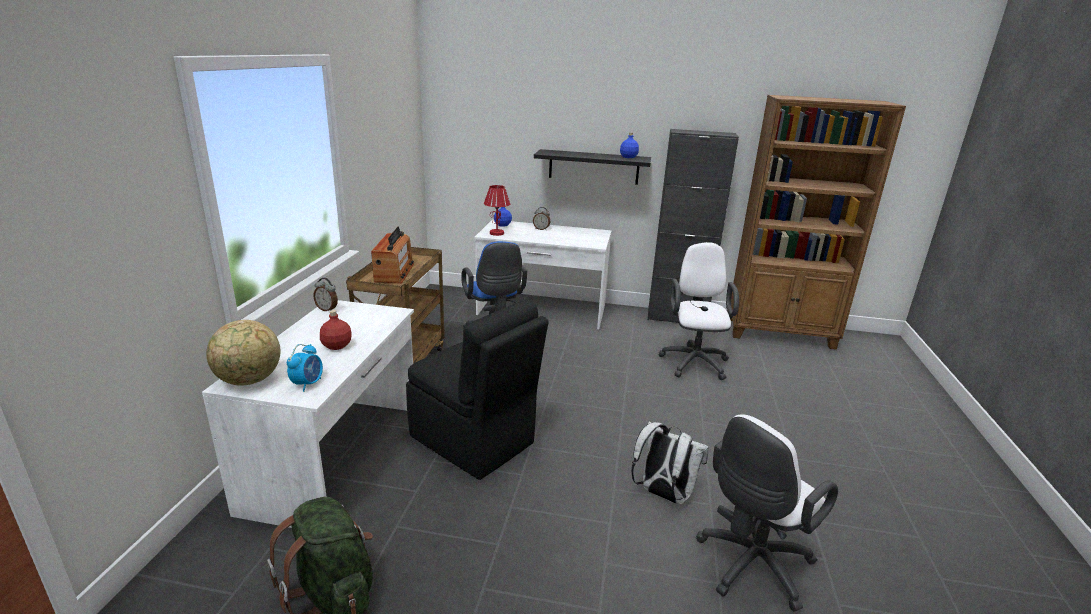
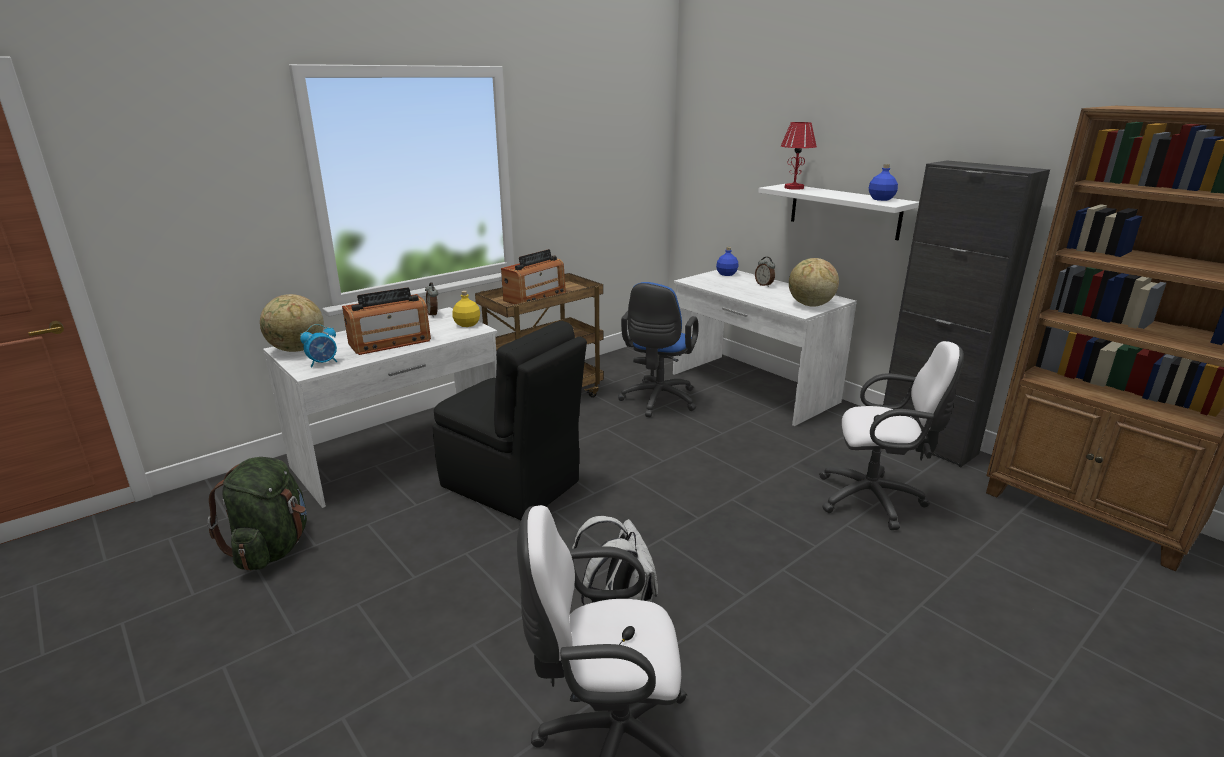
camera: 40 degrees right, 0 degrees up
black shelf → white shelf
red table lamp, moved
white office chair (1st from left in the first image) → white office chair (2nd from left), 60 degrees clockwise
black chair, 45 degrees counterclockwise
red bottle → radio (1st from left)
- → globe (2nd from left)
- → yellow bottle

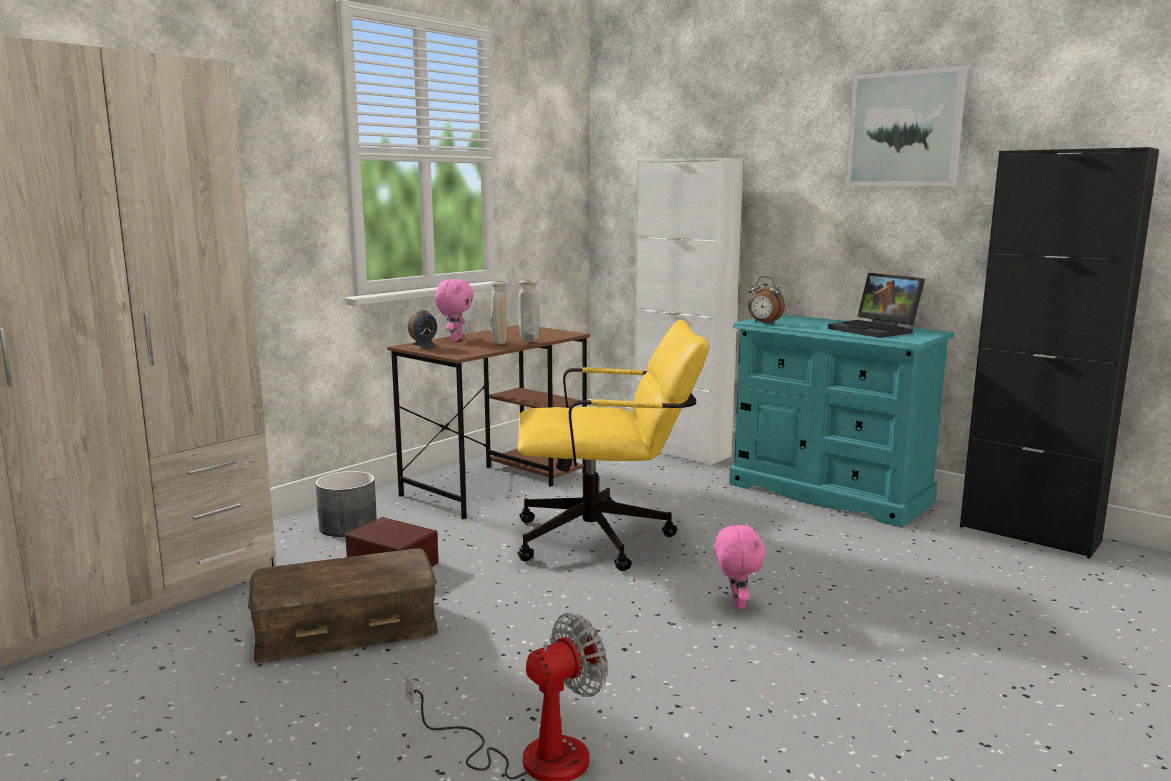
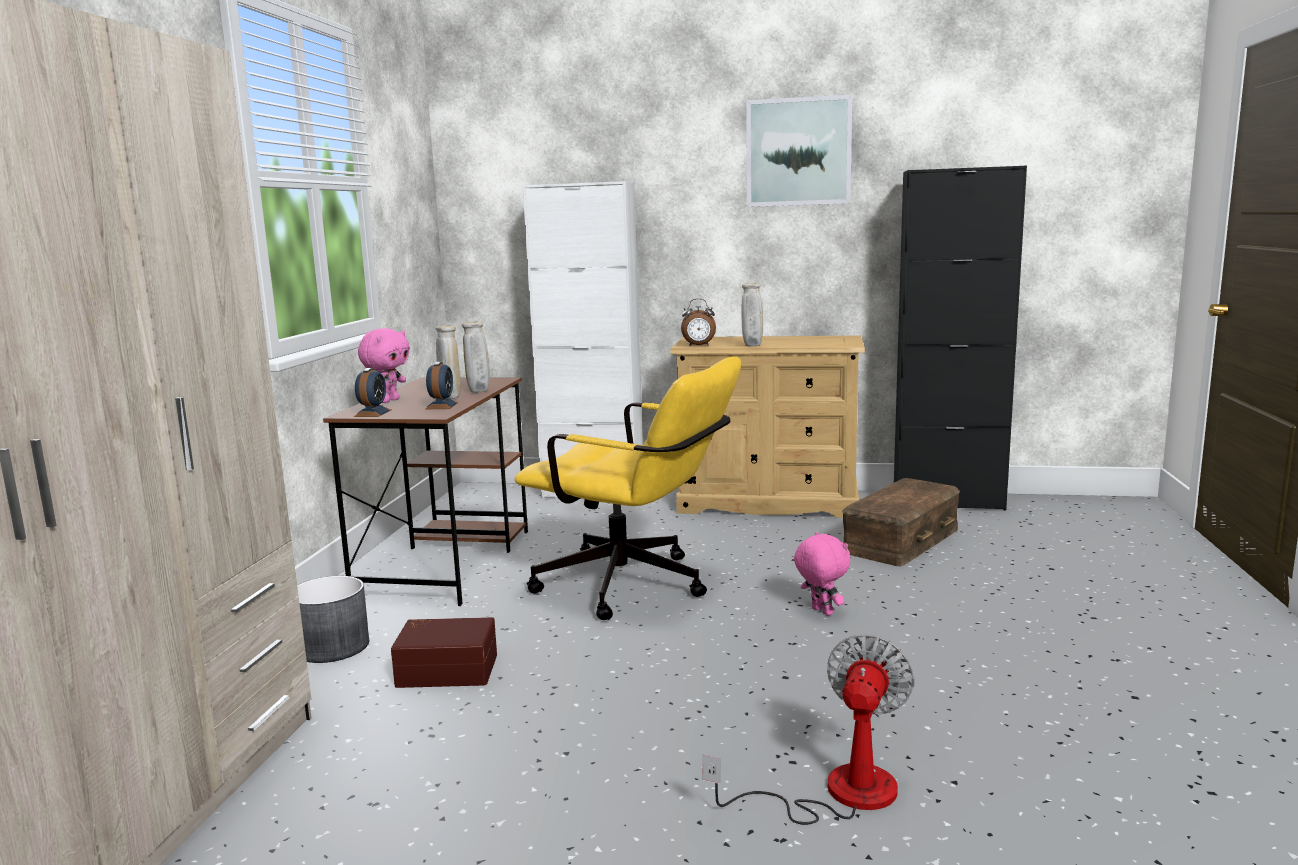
camera: 30 degrees left, 0 degrees up
laptop → -
pink plush toy (1st from left), 45 degrees clockwise
turquoise dresser → beige dresser
yellow office chair, 60 degrees clockwise
brown storage box (1st from left in the first image) → brown storage box (2nd from left), moved
- → beige vase (3rd from left)
- → alarm clock (2nd from left)

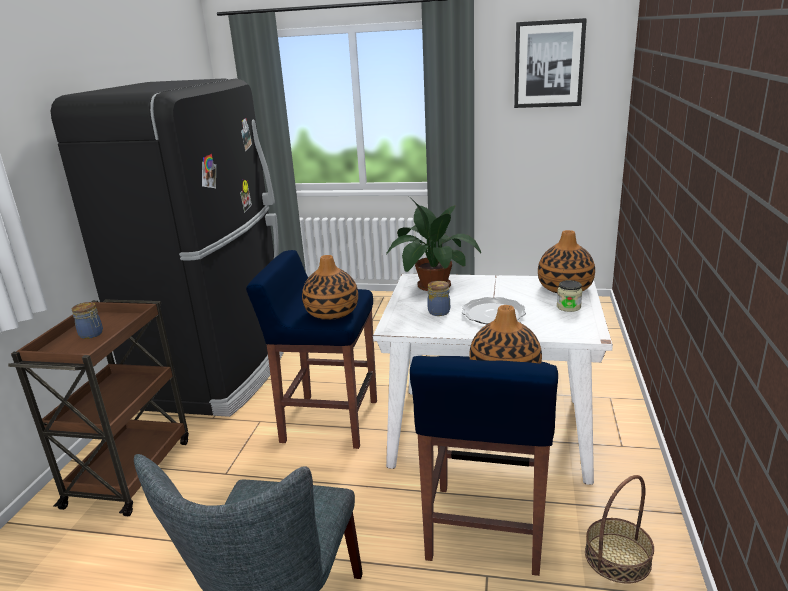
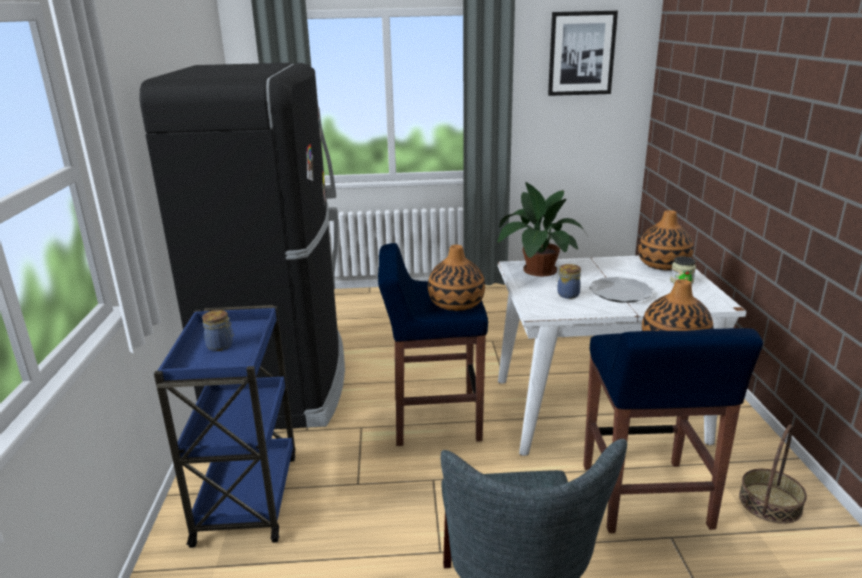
camera: 15 degrees left, 0 degrees up
brown cart → blue cart

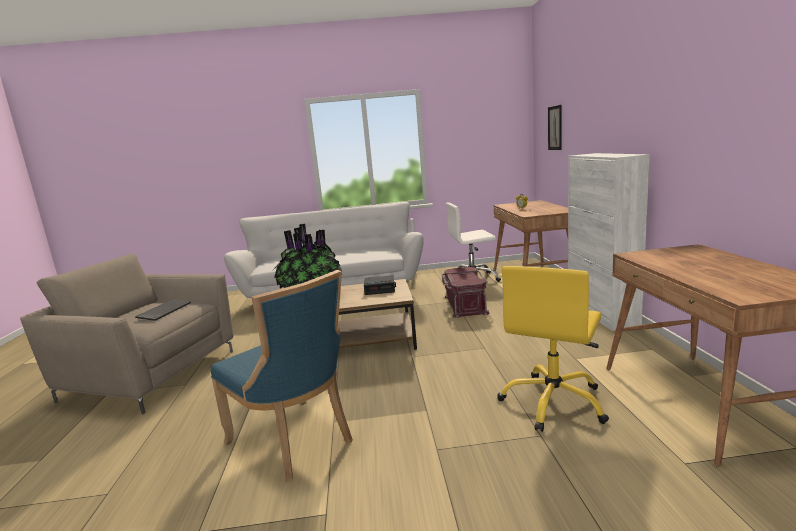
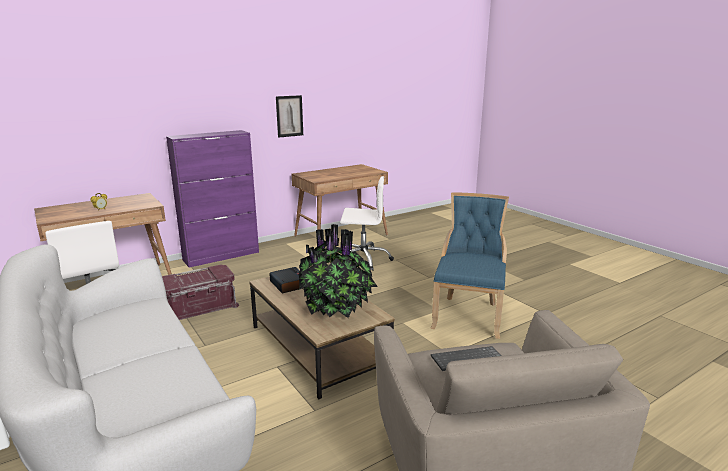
camera: 120 degrees left, 5 degrees up
picture, moved
white cabinet → purple cabinet
yellow office chair → white office chair (2nd from left)

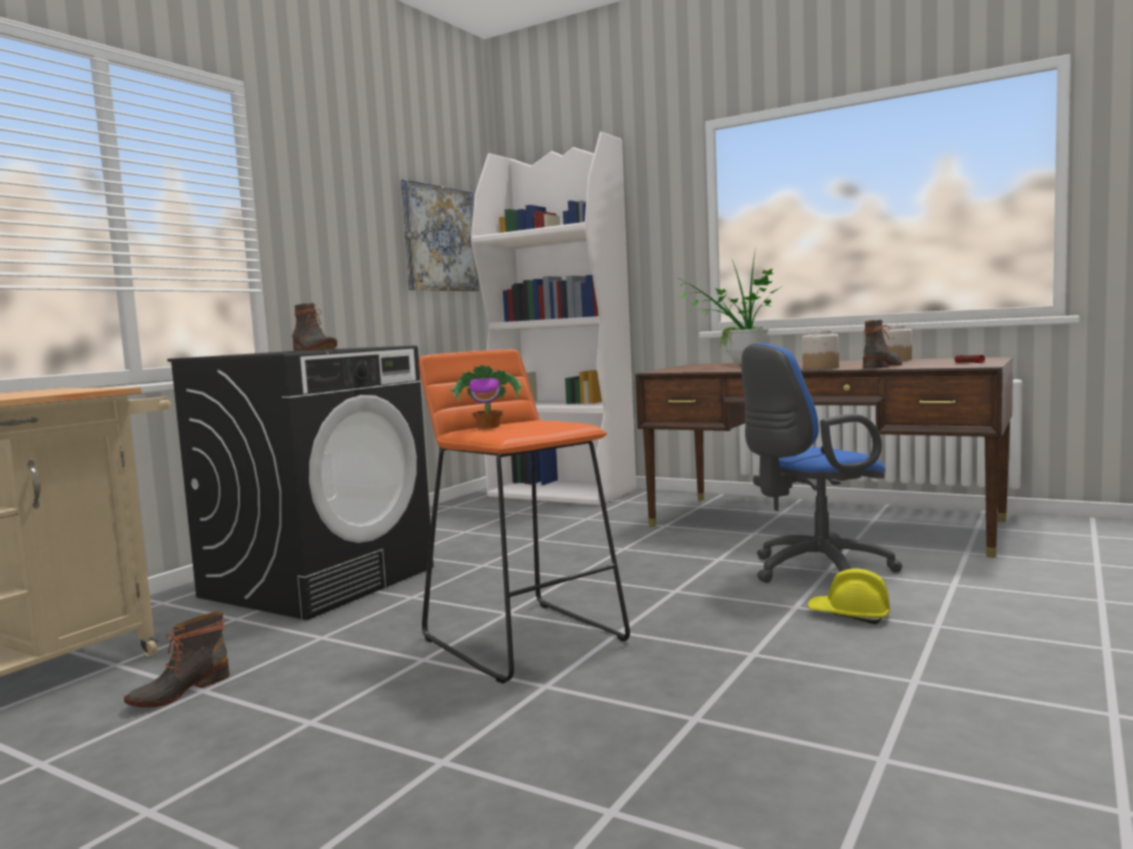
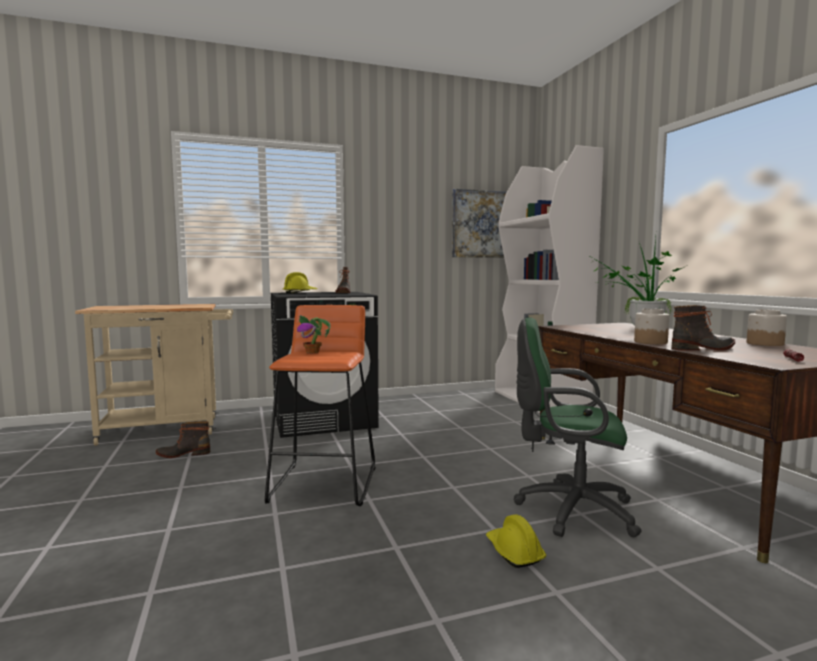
camera: 40 degrees right, 0 degrees up
blue office chair → green office chair
- → yellow hard hat (1st from left)

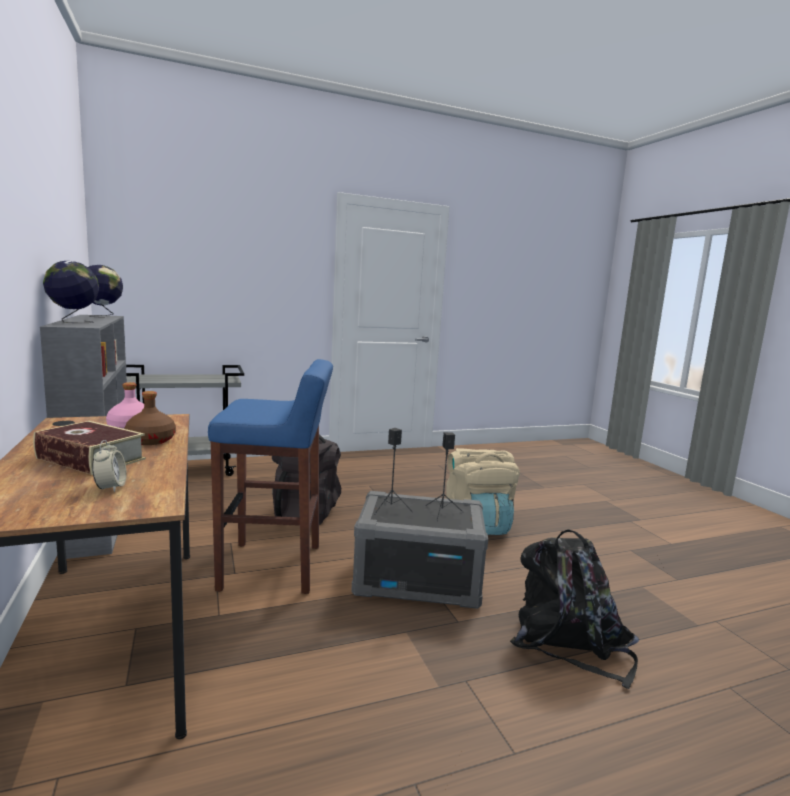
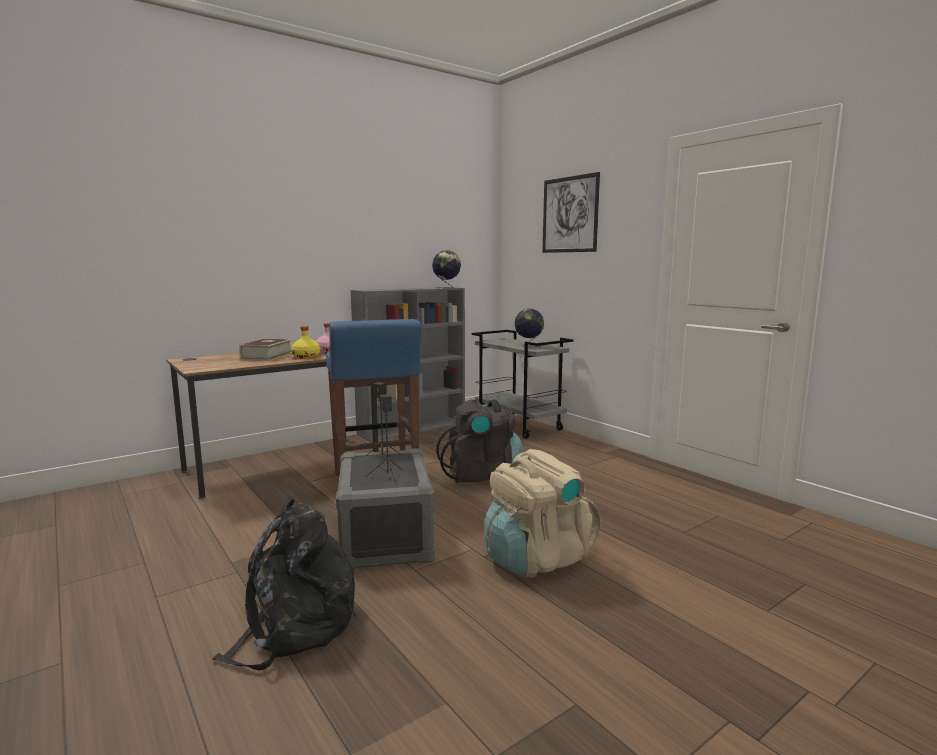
camera: 75 degrees right, 0 degrees up
globe (1st from left in the first image) → globe (2nd from left), moved
brown bottle → yellow bottle
alarm clock → -
- → picture

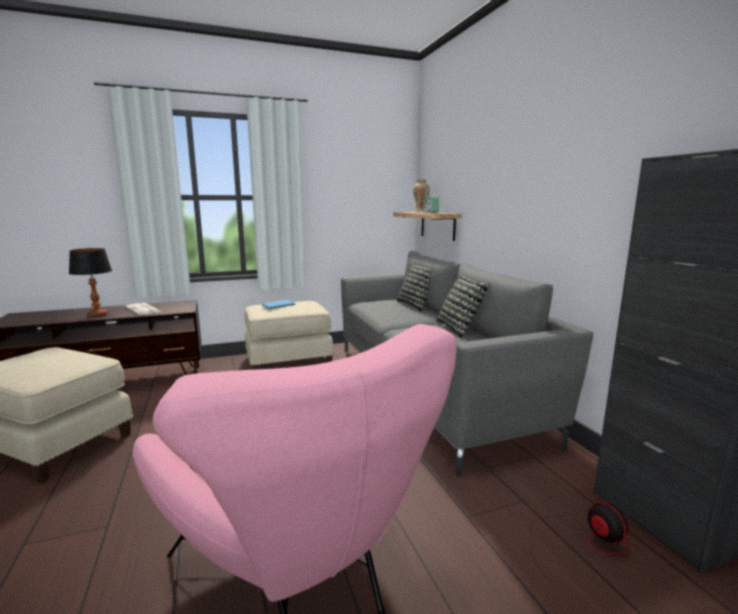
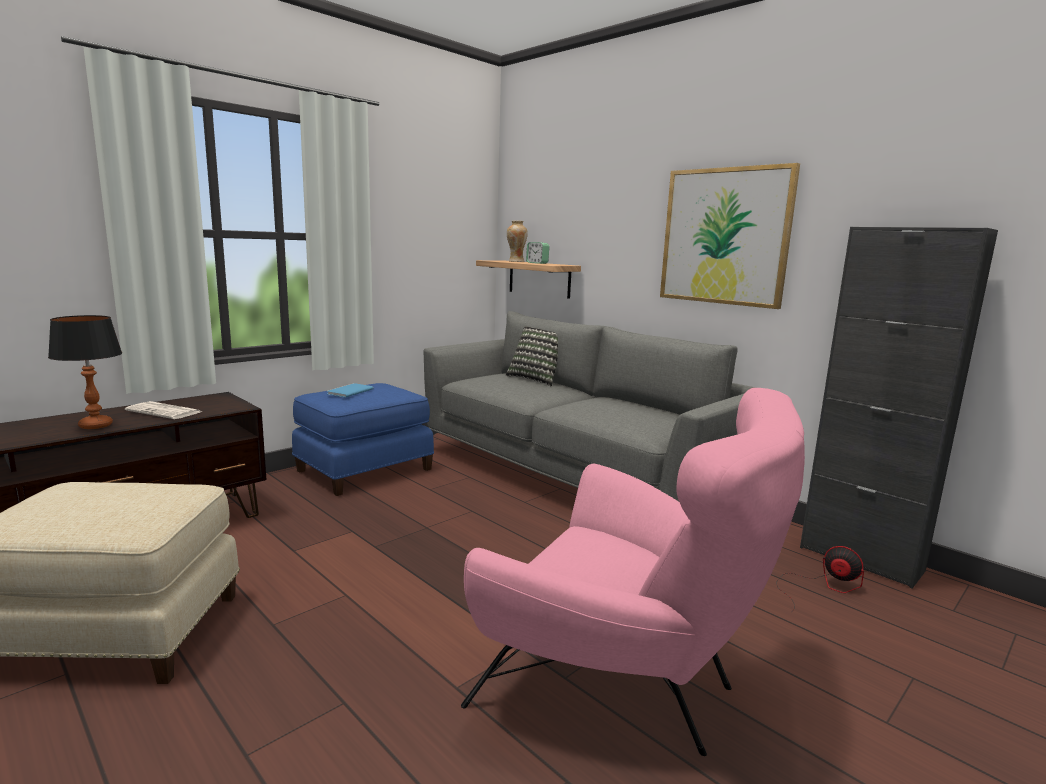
camera: 25 degrees left, 0 degrees up
pillow (2nd from left) → -
beige ottoman (2nd from left) → blue ottoman
- → picture

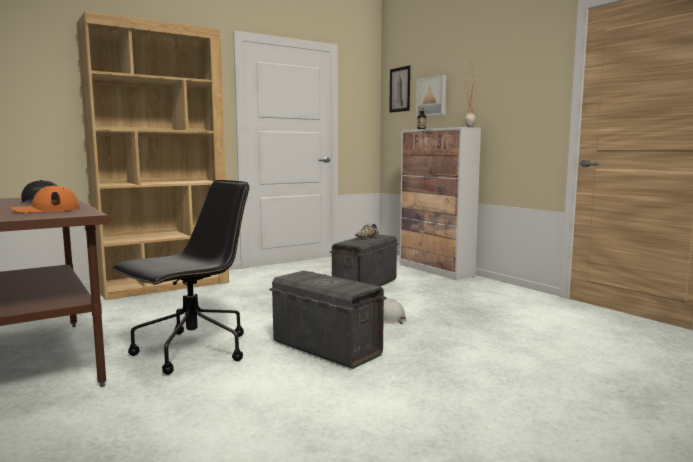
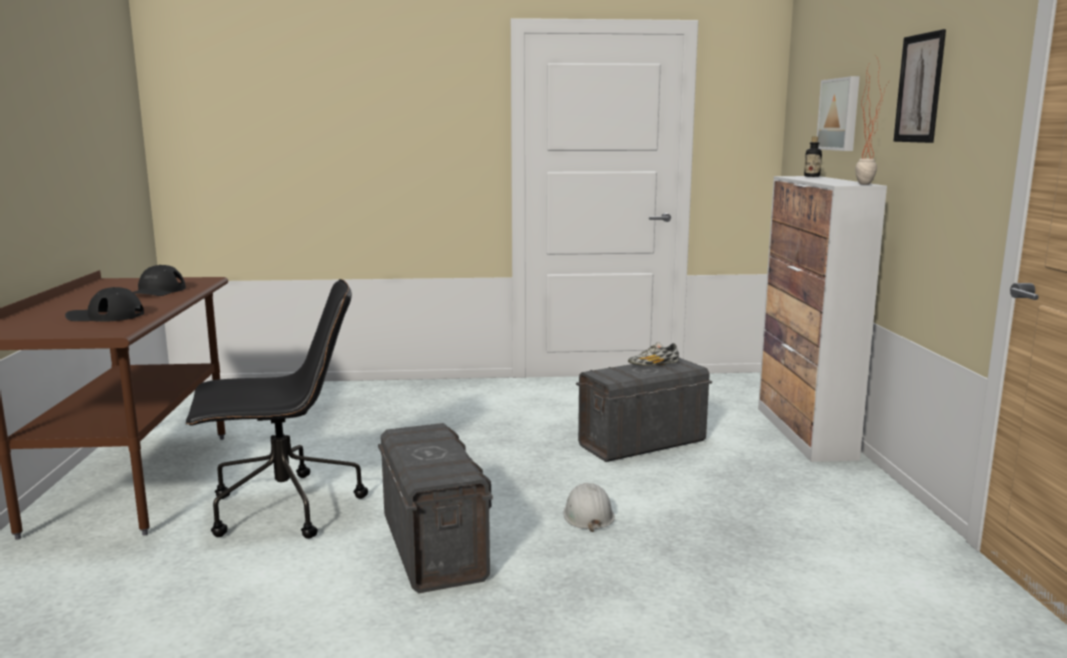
camera: 30 degrees right, 5 degrees up
brown bookcase → -
picture (1st from left in the first image) → picture (2nd from left), moved
orange cap → black cap (1st from left)

